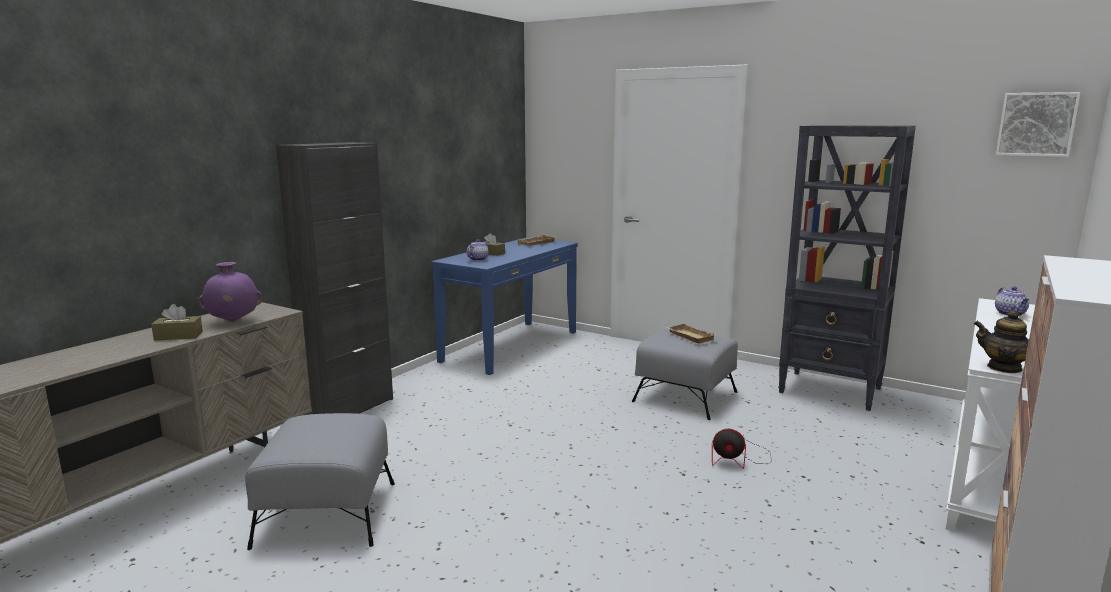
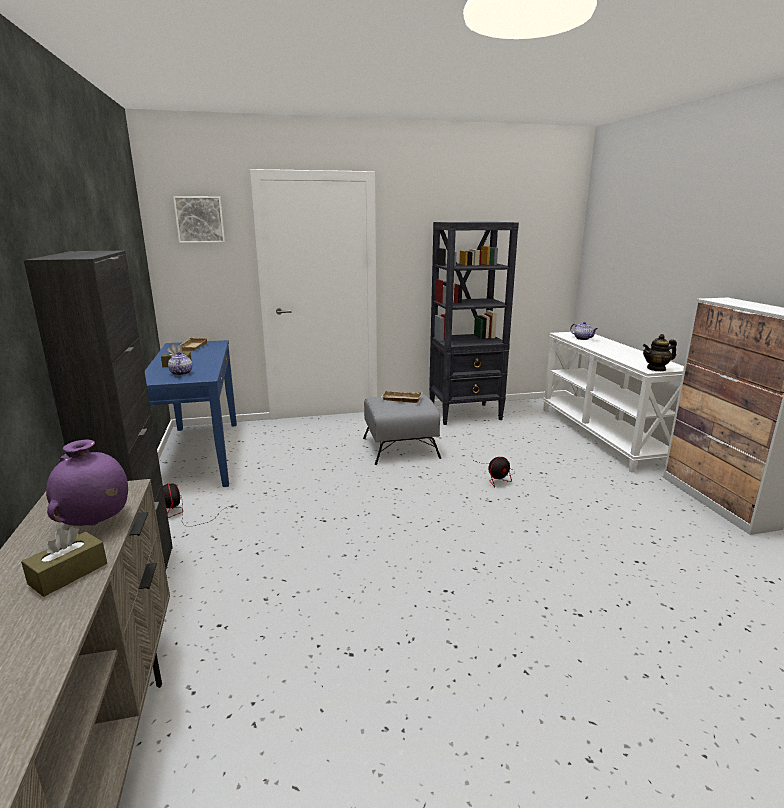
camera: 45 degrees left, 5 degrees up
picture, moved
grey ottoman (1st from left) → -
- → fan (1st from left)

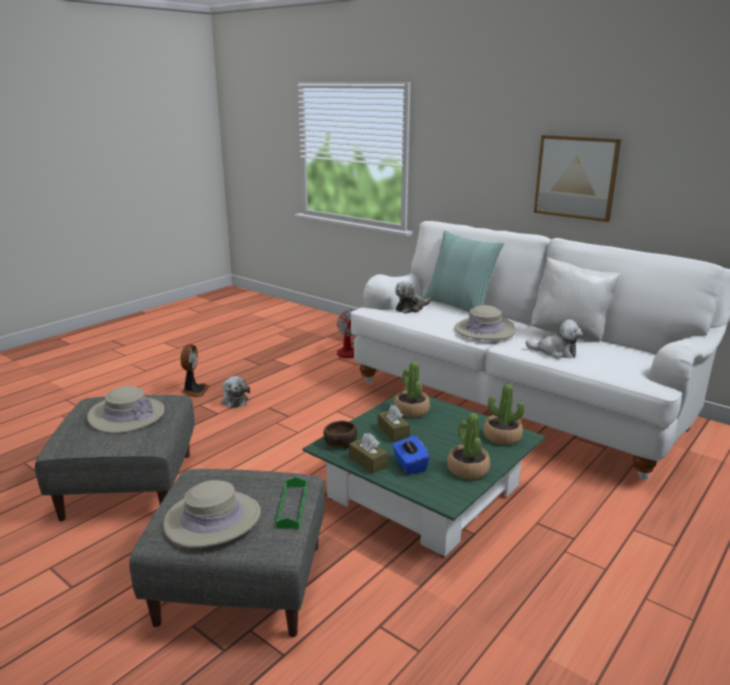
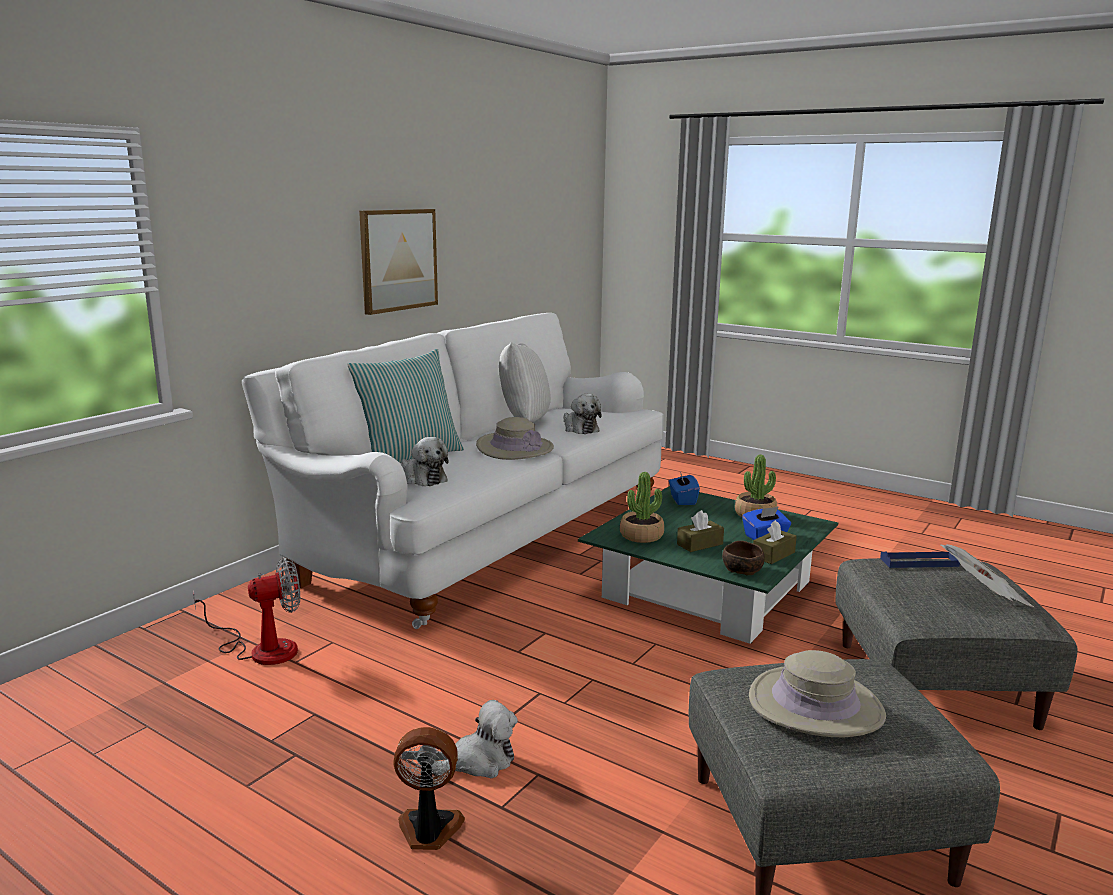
camera: 95 degrees left, 5 degrees down
plush toy (3rd from left), 135 degrees clockwise
potted plant (3rd from left) → blue tissue box (1st from left)
green tray → blue tray
beige hat (2nd from left) → newspaper

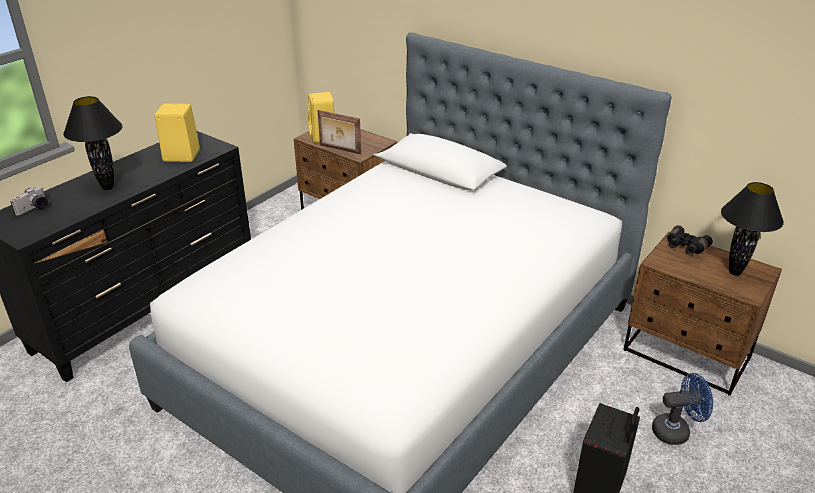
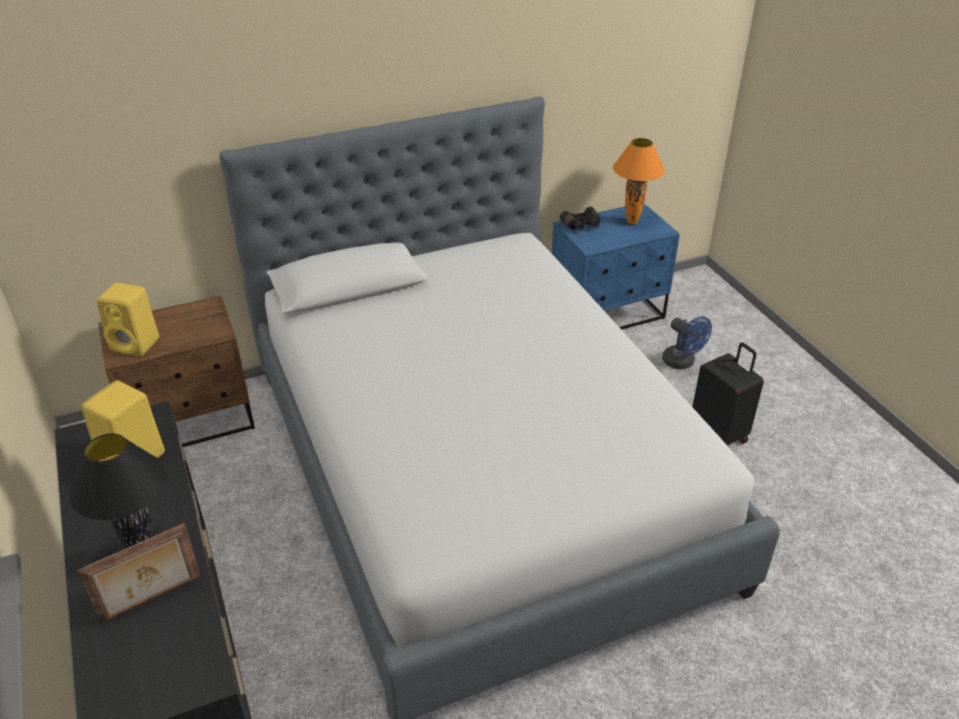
camera: 60 degrees left, 5 degrees up
picture frame, moved
black table lamp (2nd from left) → orange table lamp
photo camera → -
brown nightstand (2nd from left) → blue nightstand
blue fan, 120 degrees clockwise

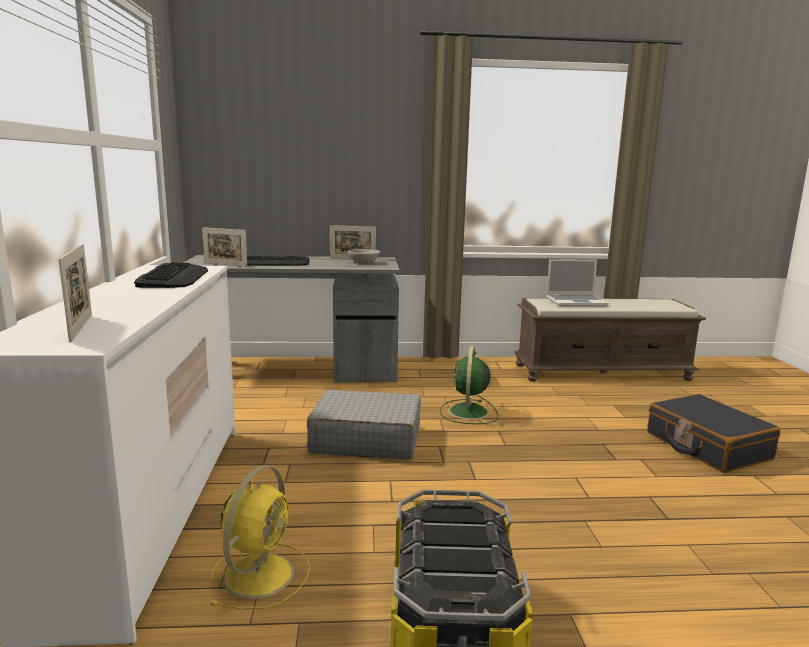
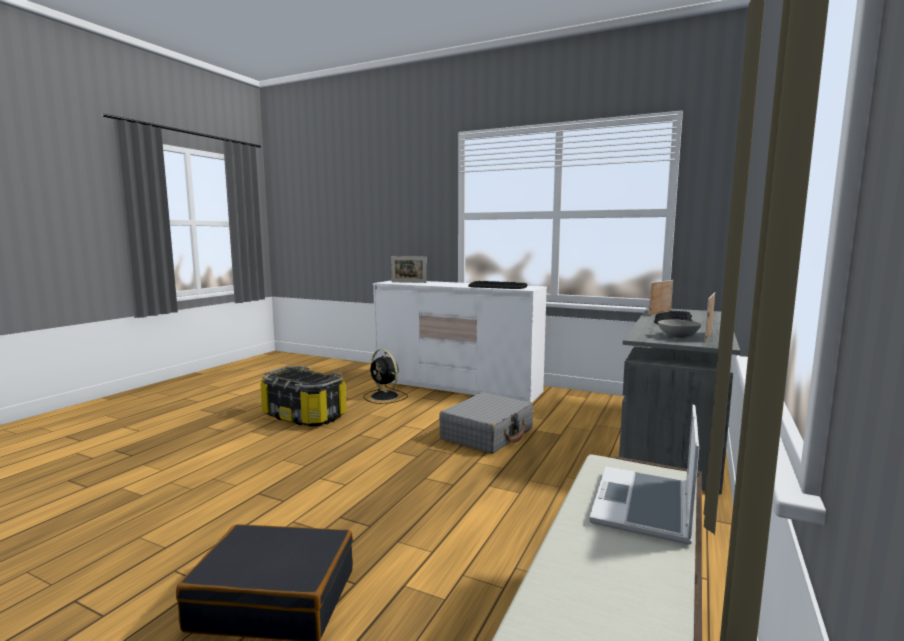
camera: 120 degrees right, 5 degrees down
green fan → -
yellow fan → black fan

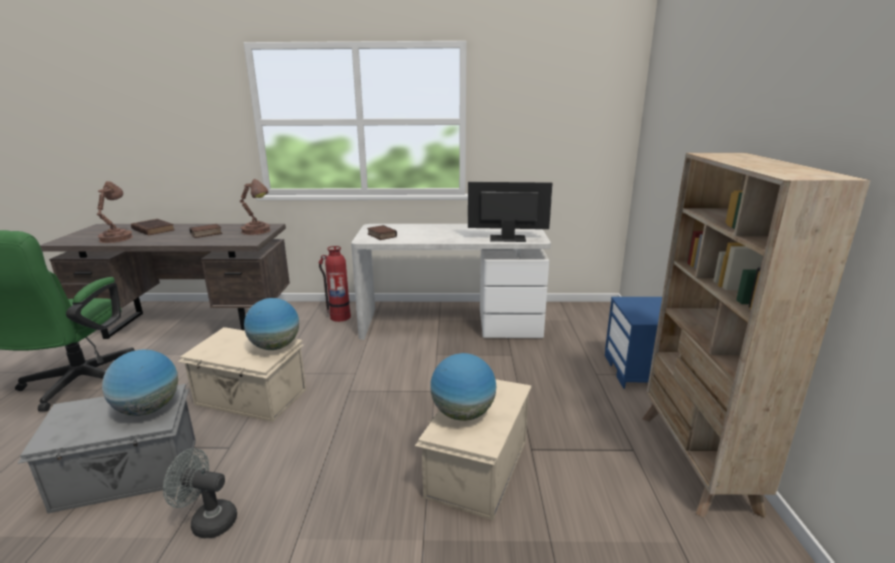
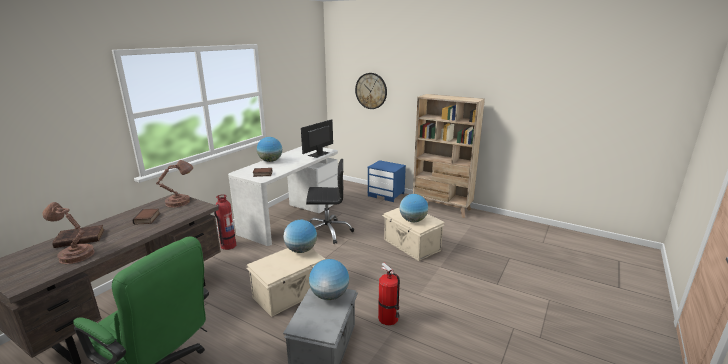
camera: 60 degrees left, 0 degrees up
grey fan → fire extinguisher (2nd from left)
- → wall clock
- → globe (1st from left)
- → black office chair

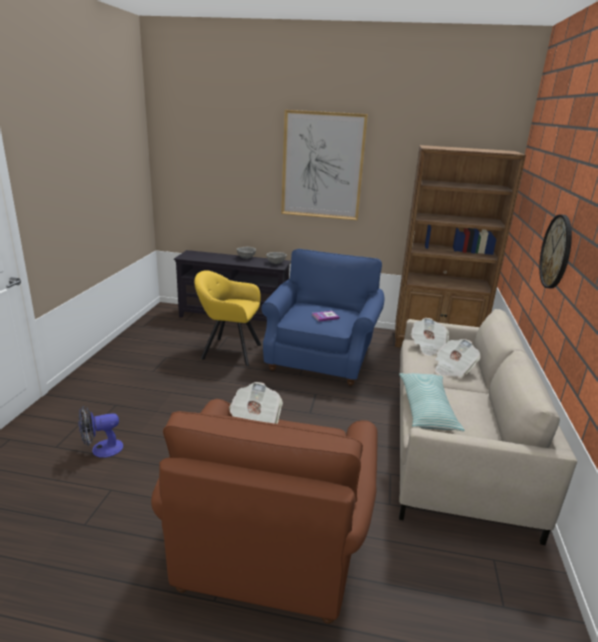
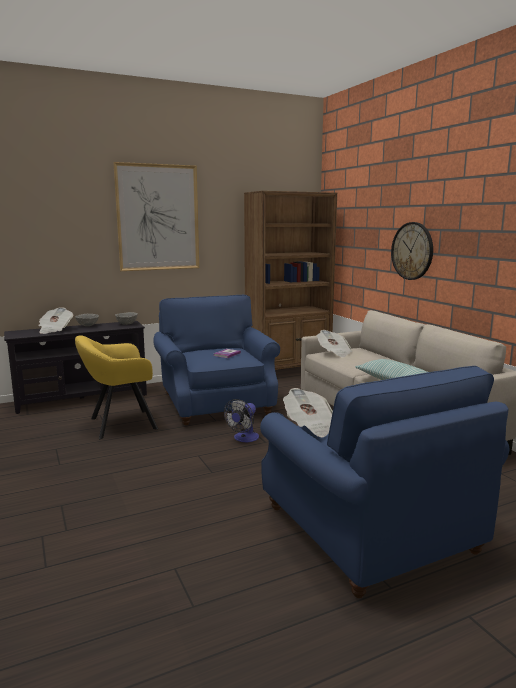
camera: 35 degrees left, 10 degrees down
newspaper (3rd from left in the first image) → newspaper (1st from left), moved
brown armchair → blue armchair (2nd from left)
fan, moved

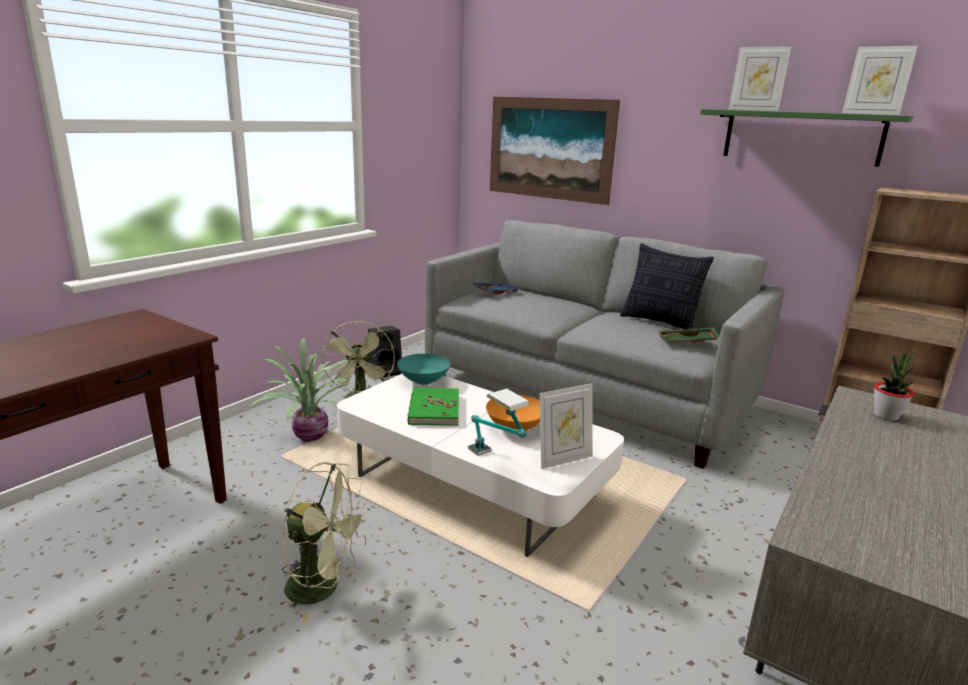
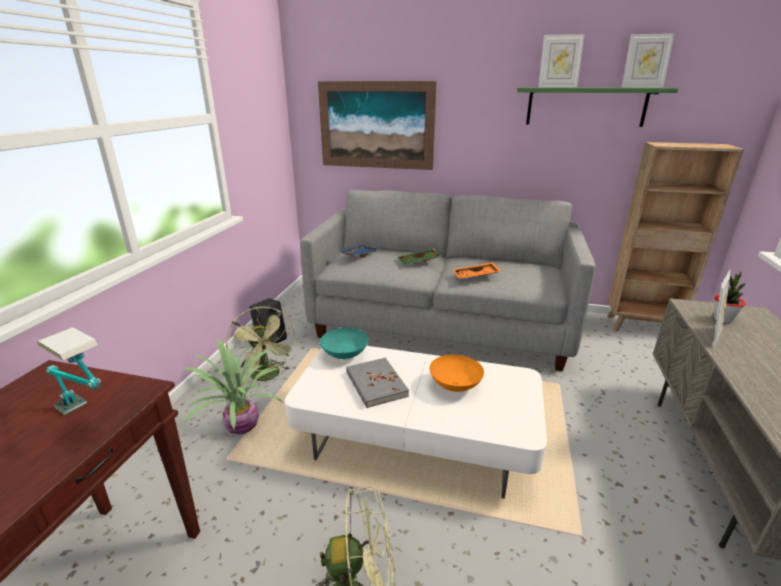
camera: 20 degrees left, 5 degrees up
pillow → -
green tray, moved
picture frame (1st from left in the first image) → picture frame (3rd from left), moved
green book → grey book
table lamp, moved
- → orange tray

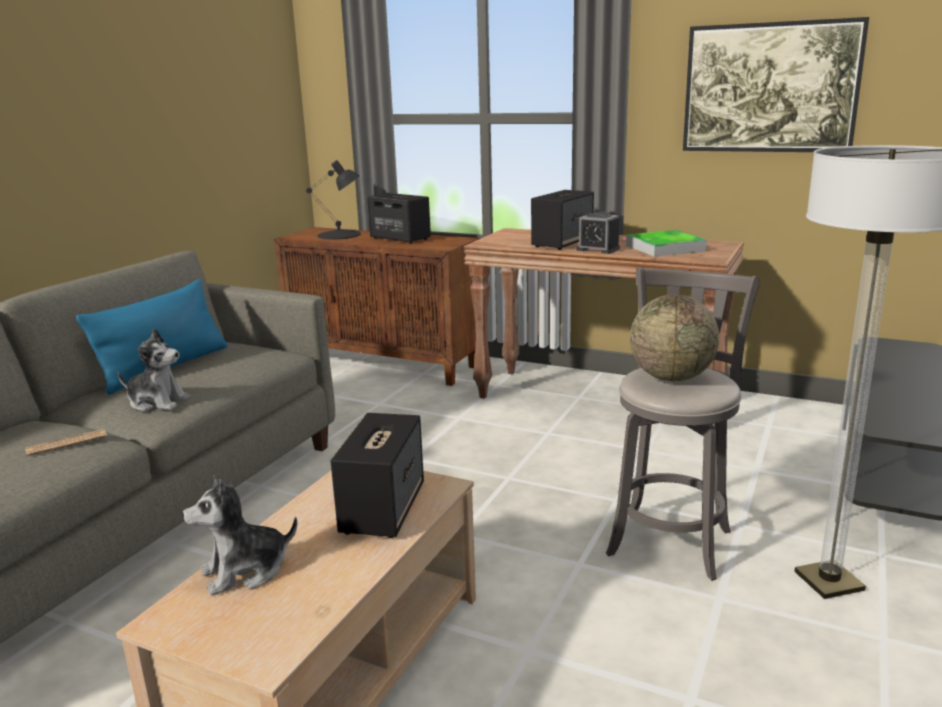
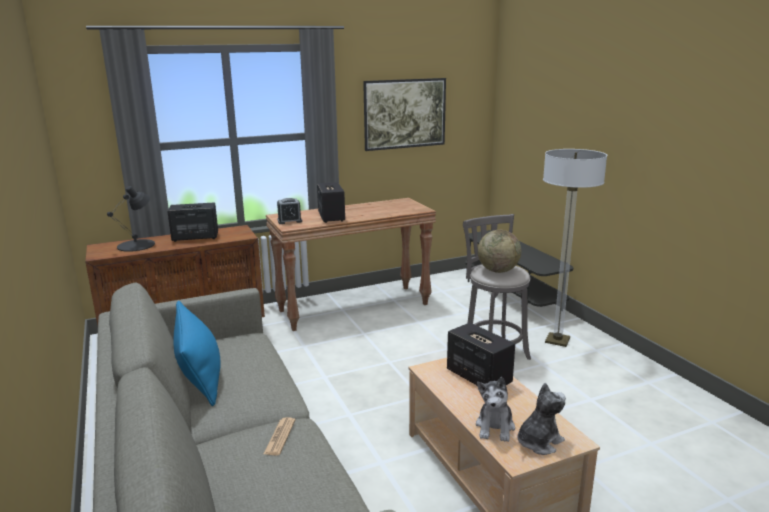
camera: 50 degrees left, 0 degrees up
alarm clock, moved
tray → -
plush toy (1st from left in the first image) → plush toy (2nd from left), moved

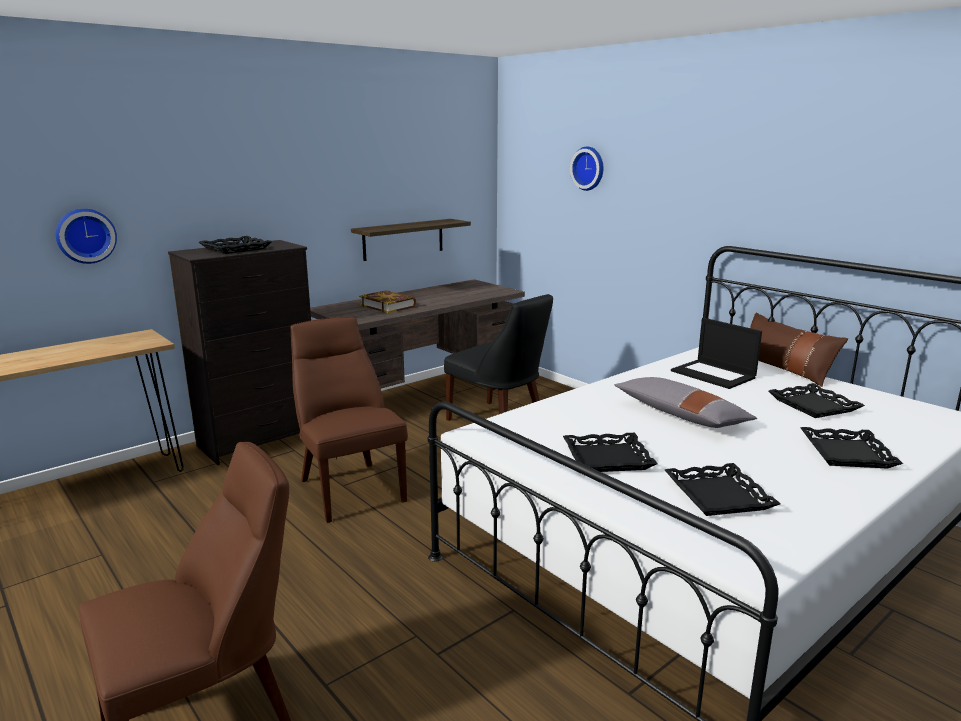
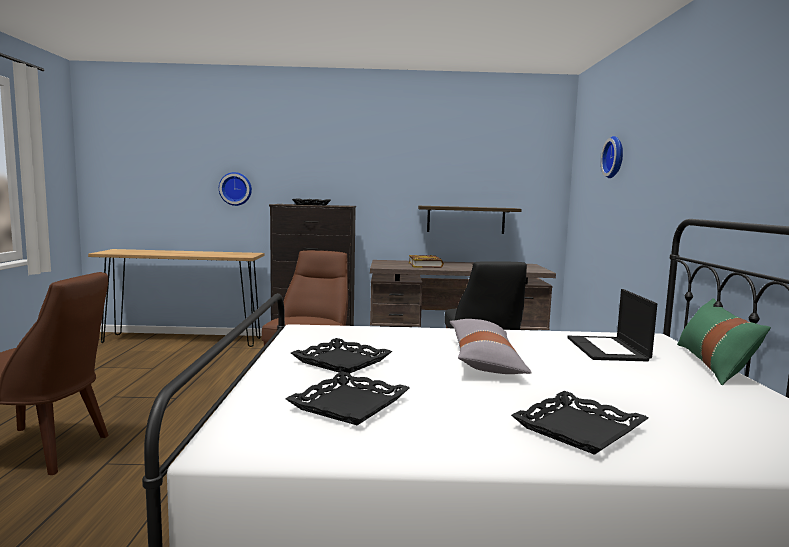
camera: 40 degrees right, 10 degrees down
brown pillow → green pillow
black tray (4th from left) → -

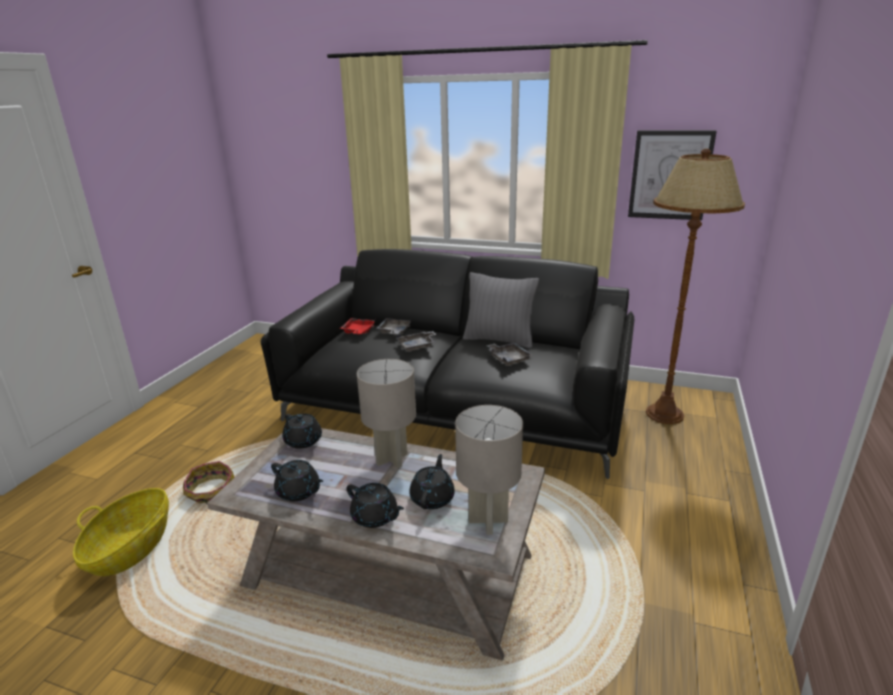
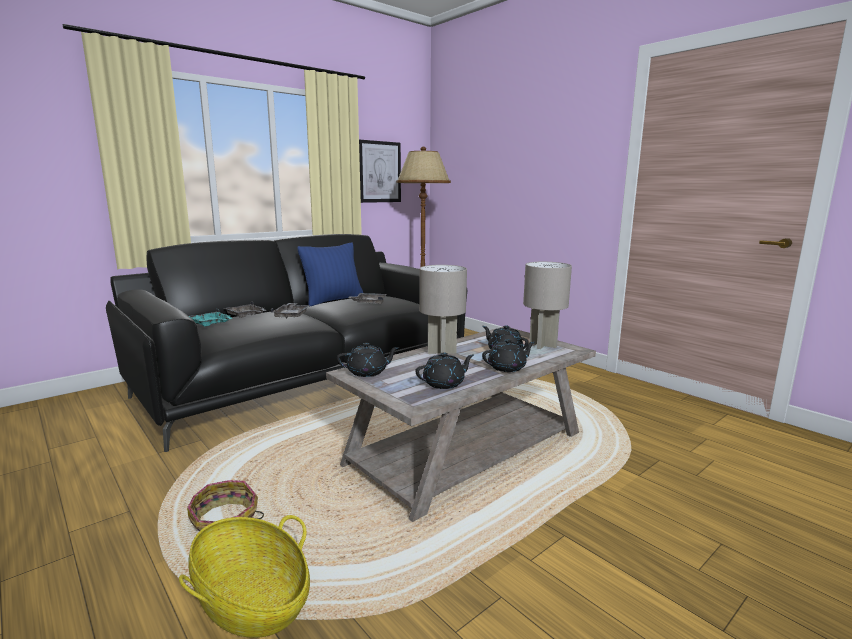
camera: 60 degrees left, 10 degrees down
grey pillow → blue pillow
red tray → turquoise tray

